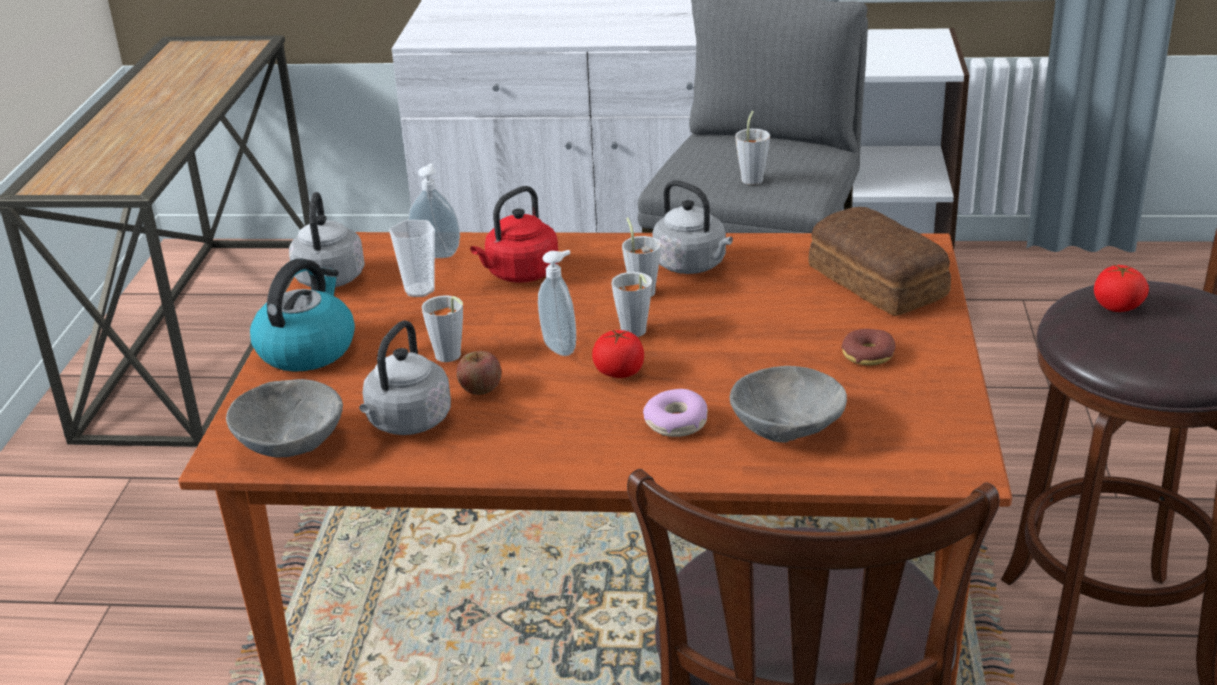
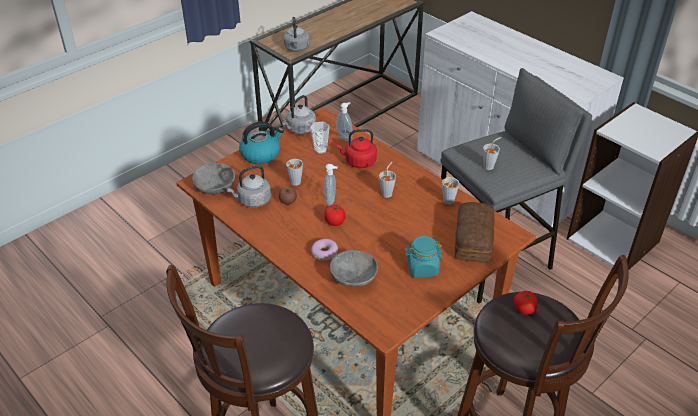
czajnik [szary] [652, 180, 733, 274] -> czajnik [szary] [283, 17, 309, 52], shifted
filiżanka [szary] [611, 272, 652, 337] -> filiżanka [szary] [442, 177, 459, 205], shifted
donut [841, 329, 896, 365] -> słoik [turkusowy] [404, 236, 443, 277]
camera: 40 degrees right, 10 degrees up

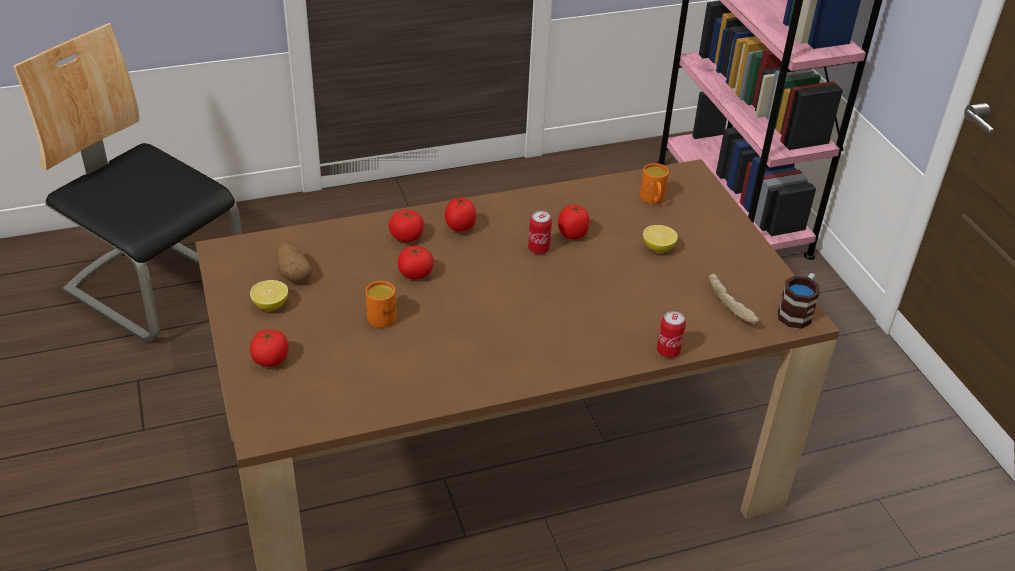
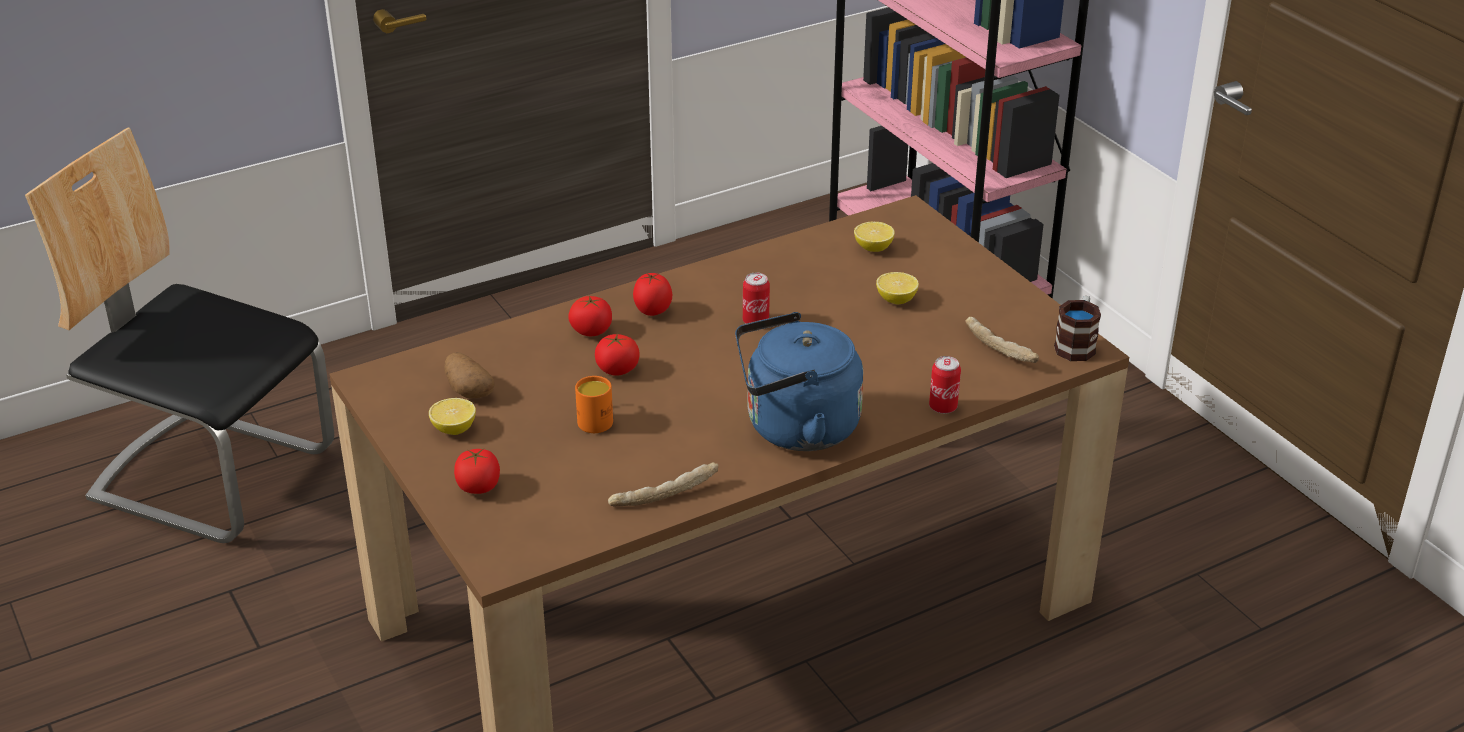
kubek [pomarańczowy] [640, 163, 669, 204] -> cytryna [854, 222, 895, 252]
pomidor [558, 205, 590, 240] -> none
none -> czajnik [niebieski] [735, 312, 864, 451]
none -> chleb [608, 462, 719, 506]
camera: 10 degrees left, 5 degrees down

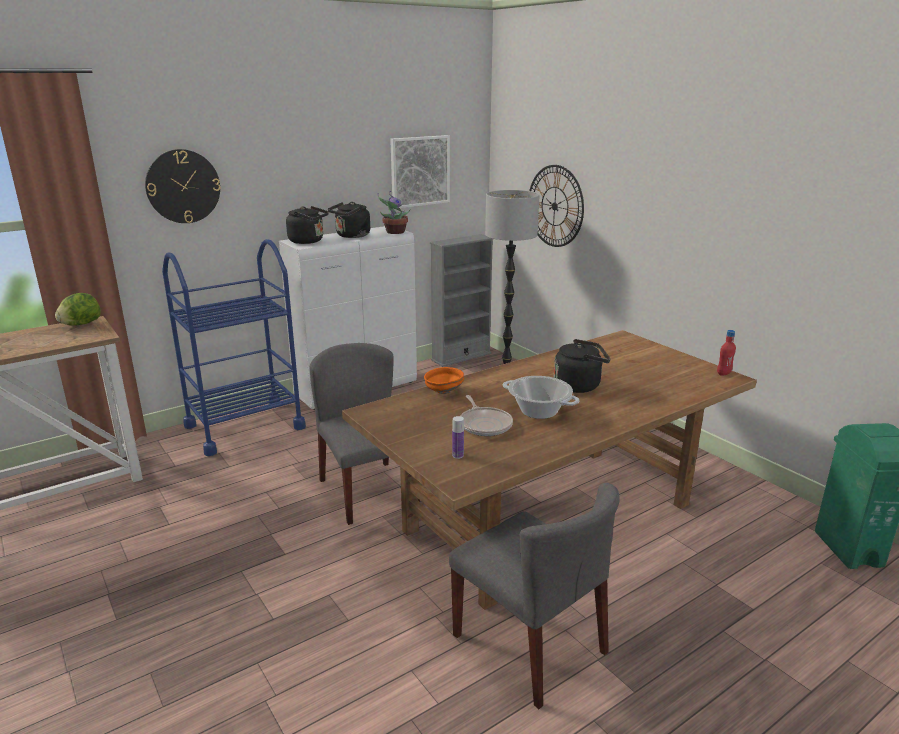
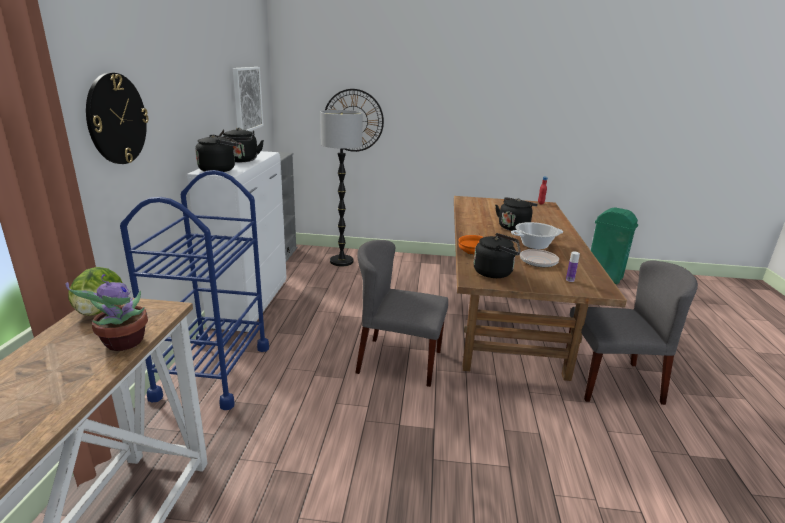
roślina doniczkowa [377, 191, 410, 234] -> roślina doniczkowa [66, 274, 148, 351], shifted
none -> czajnik [czarny] [474, 233, 521, 278]
camera: 50 degrees left, 0 degrees up

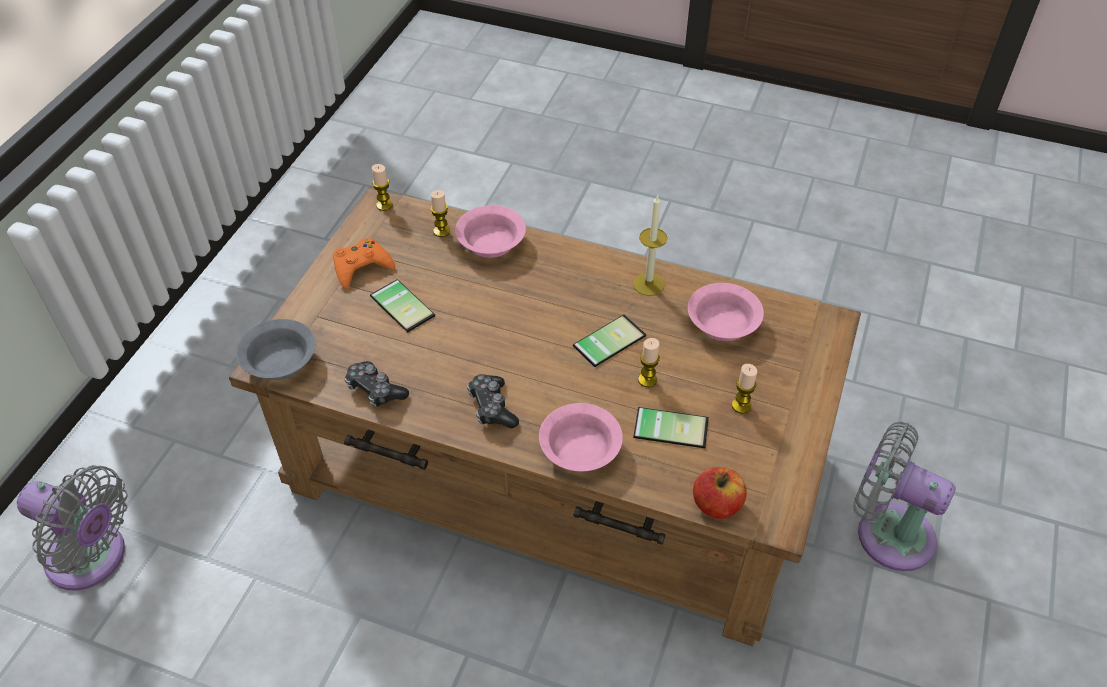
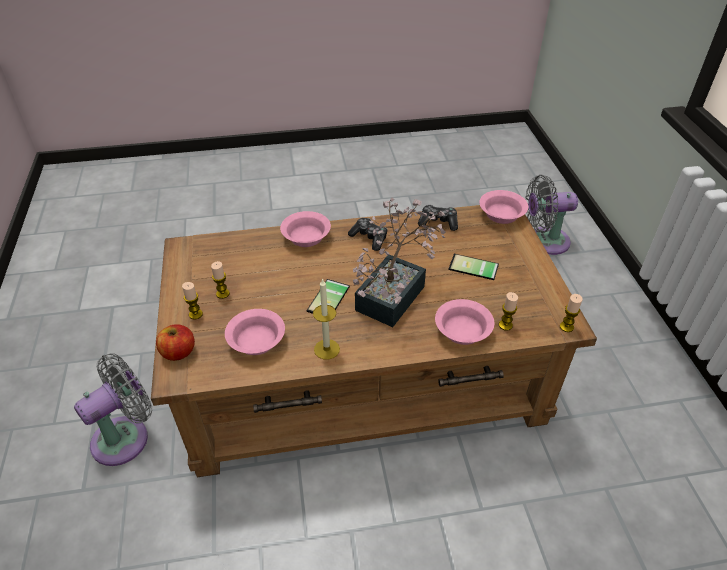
pad do gier [pomarańczowy] [333, 238, 395, 290] -> none
miska [szary] [236, 319, 315, 380] -> miska [różowy] [479, 190, 528, 224]
świeca [638, 338, 660, 387] -> świeca [182, 282, 203, 320], shifted
telefon [633, 407, 709, 448] -> none
wentylator [szary] [853, 422, 956, 571] -> wentylator [szary] [74, 353, 152, 466], 45 degrees counterclockwise
jabłko [693, 467, 747, 519] -> jabłko [156, 324, 195, 361], shifted
none -> roślina doniczkowa [353, 198, 446, 327]
camera: 150 degrees right, 5 degrees down

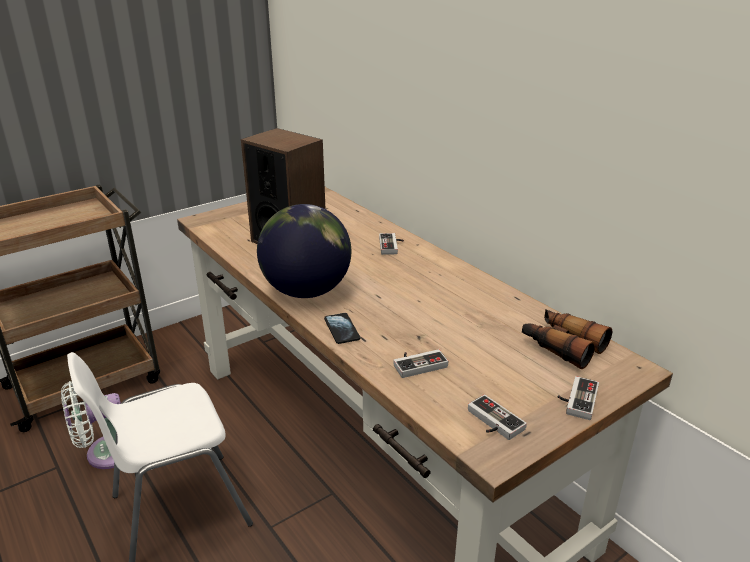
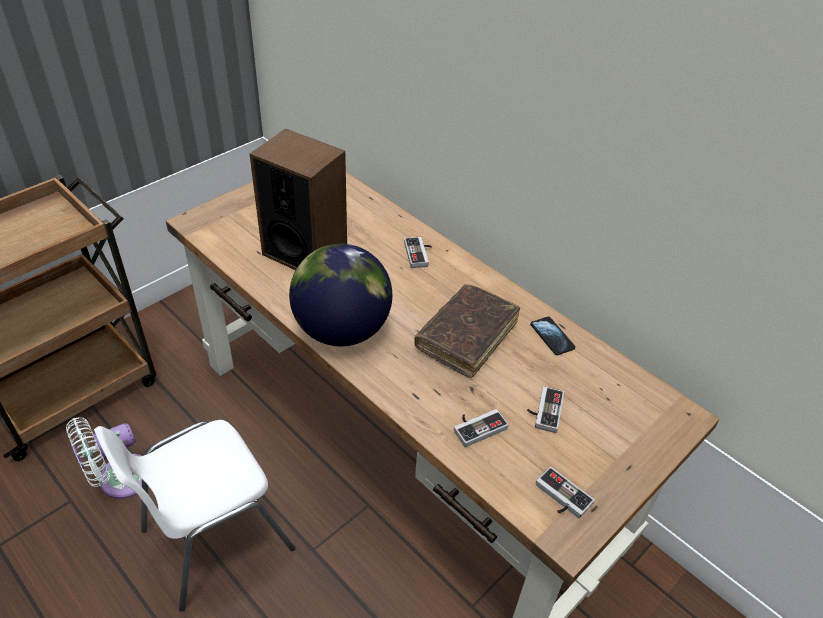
lornetka [522, 309, 612, 369] -> none
telefon [324, 313, 360, 344] -> telefon [530, 316, 575, 355], shifted
pad do gier [558, 376, 599, 420] -> pad do gier [527, 386, 564, 433], shifted
none -> książka [brązowy] [414, 284, 521, 378]
camera: 10 degrees left, 15 degrees up

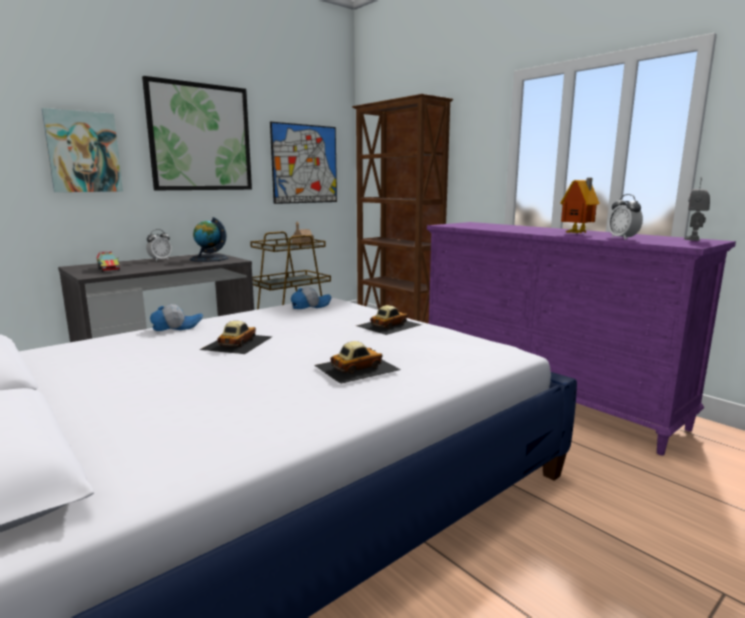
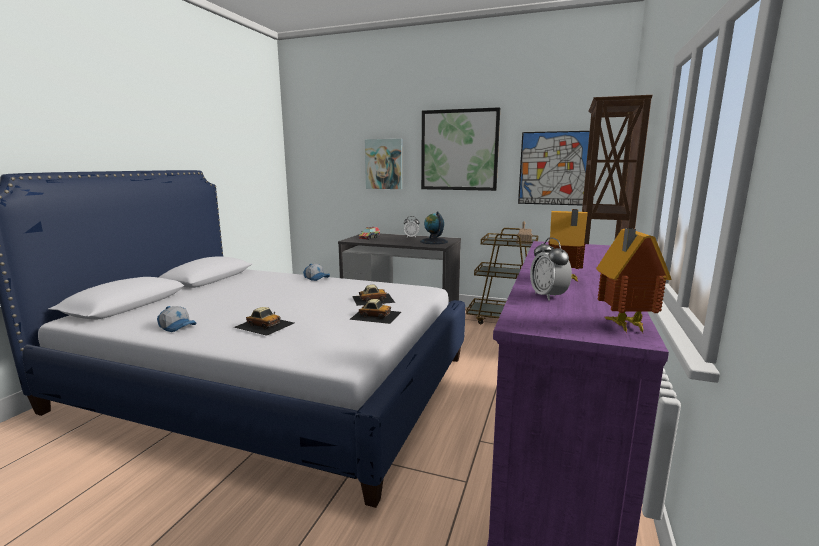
robot zabawkowy [684, 177, 710, 241] -> domek [596, 228, 672, 333]
budzik [608, 194, 643, 240] -> budzik [530, 238, 572, 301], 60 degrees counterclockwise
czapka z daszkiem [291, 286, 331, 309] -> czapka z daszkiem [157, 306, 197, 332], shifted
samochodzik [199, 321, 272, 354] -> samochodzik [352, 285, 395, 306], shifted
camera: 60 degrees right, 0 degrees up

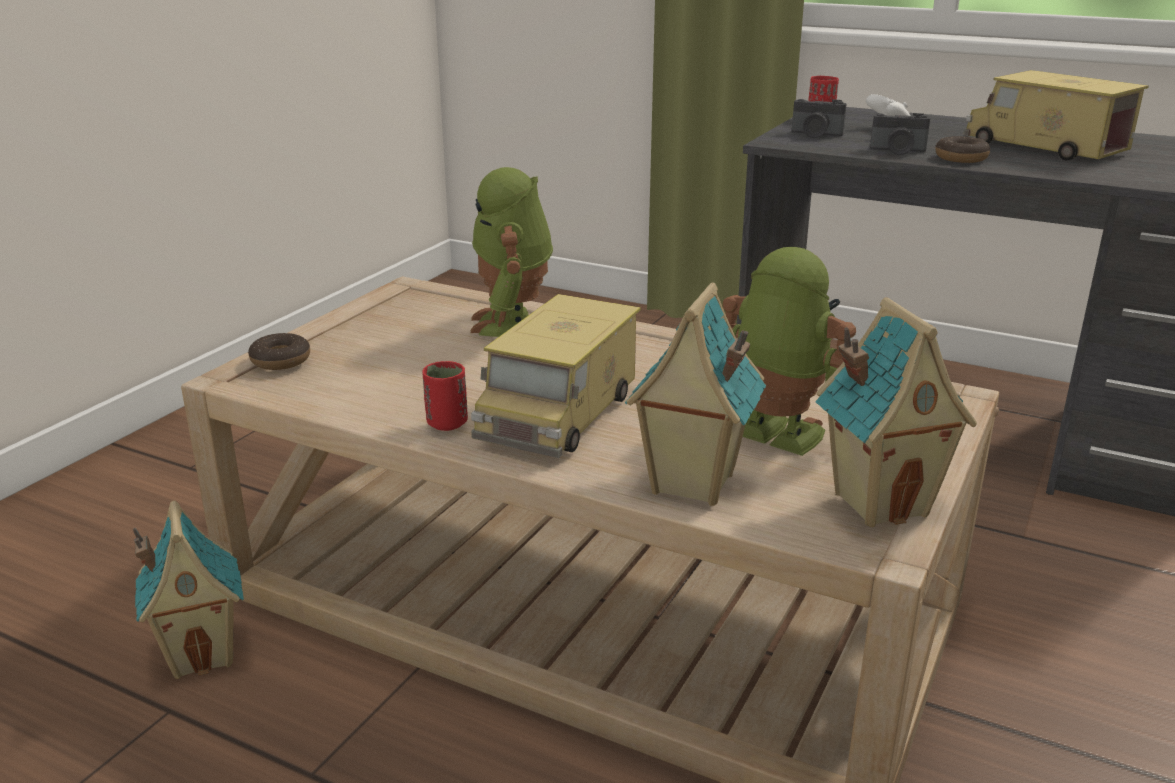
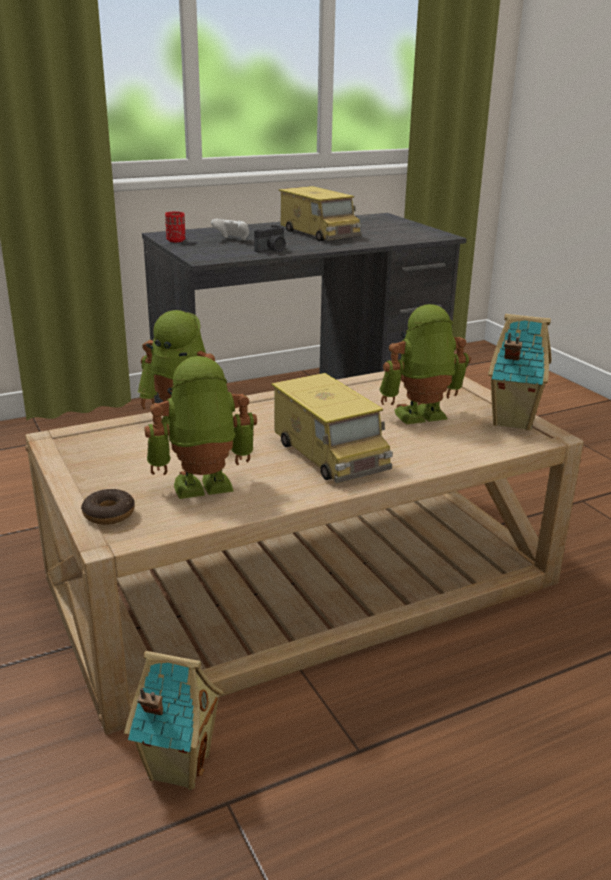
ciężarówka zabawkowa [963, 70, 1149, 161] -> ciężarówka zabawkowa [279, 186, 361, 241], 120 degrees counterclockwise
aparat fotograficzny [792, 99, 847, 138] -> none
donut [935, 136, 990, 163] -> none
domek [625, 282, 766, 506] -> none
filiżanka [czerwony] [422, 361, 468, 431] -> none
none -> robot zabawkowy [145, 356, 257, 499]
camera: 55 degrees left, 0 degrees up

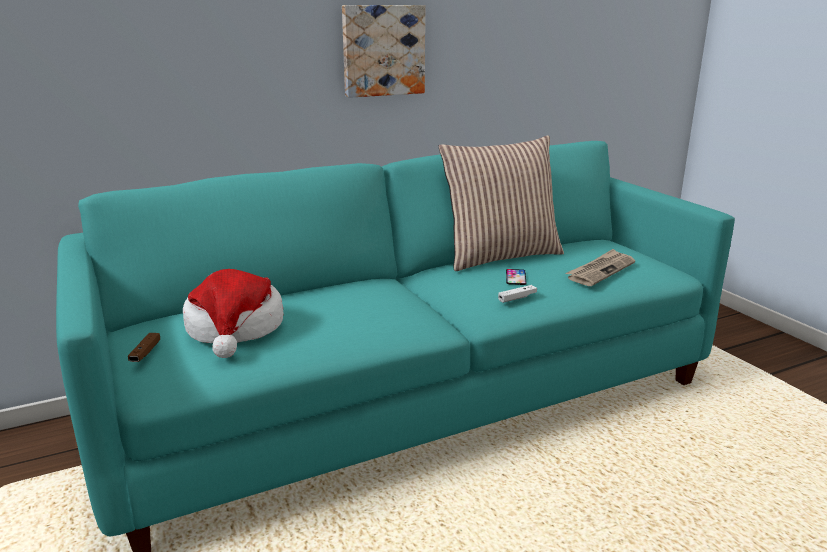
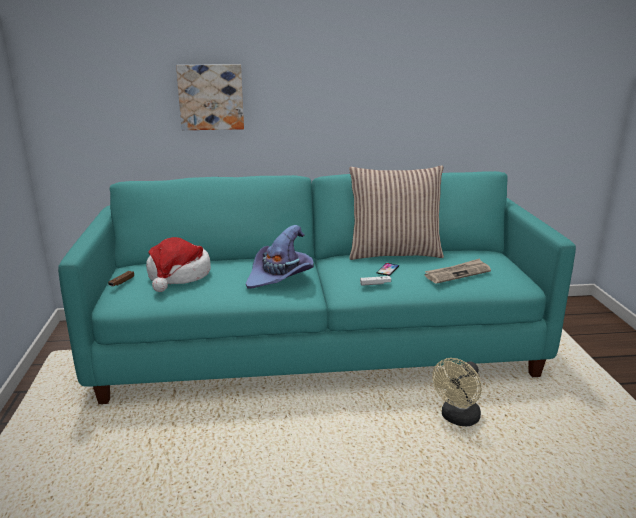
obraz [342, 5, 425, 98] -> obraz [176, 64, 244, 130], shifted
none -> kapelusz [fioletowy] [246, 225, 314, 289]
none -> wentylator [beżowy] [432, 358, 482, 426]
camera: 20 degrees right, 0 degrees up

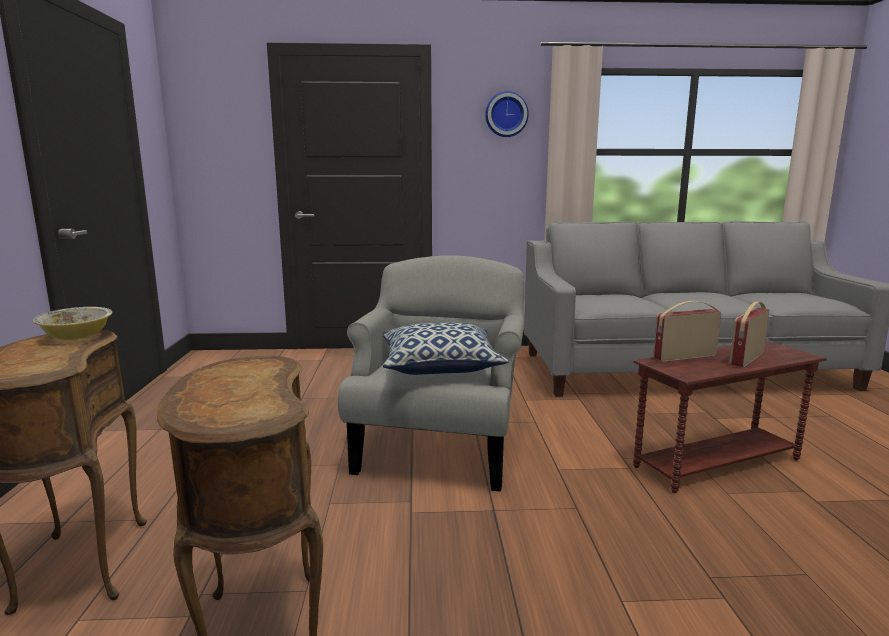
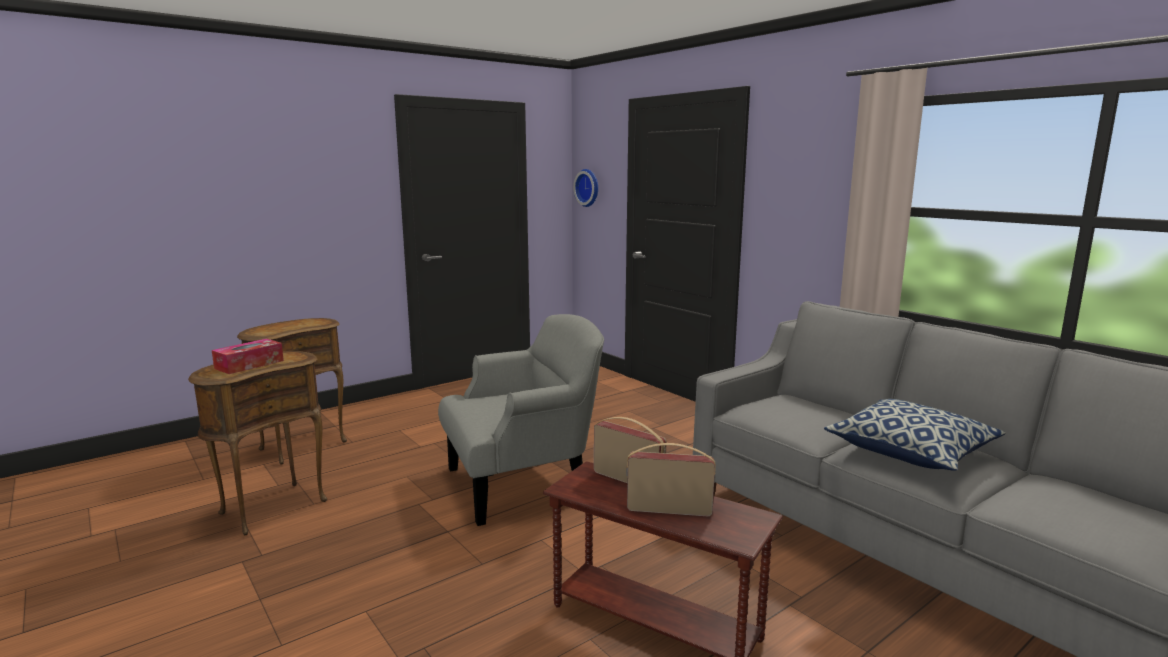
zegar ścienny [485, 91, 529, 137] -> zegar ścienny [573, 169, 598, 207], shifted
miska [33, 307, 112, 340] -> none
poduszka [383, 322, 509, 375] -> poduszka [824, 399, 1005, 471], shifted
none -> pudełko chusteczek [212, 339, 284, 374]
camera: 55 degrees right, 0 degrees up

